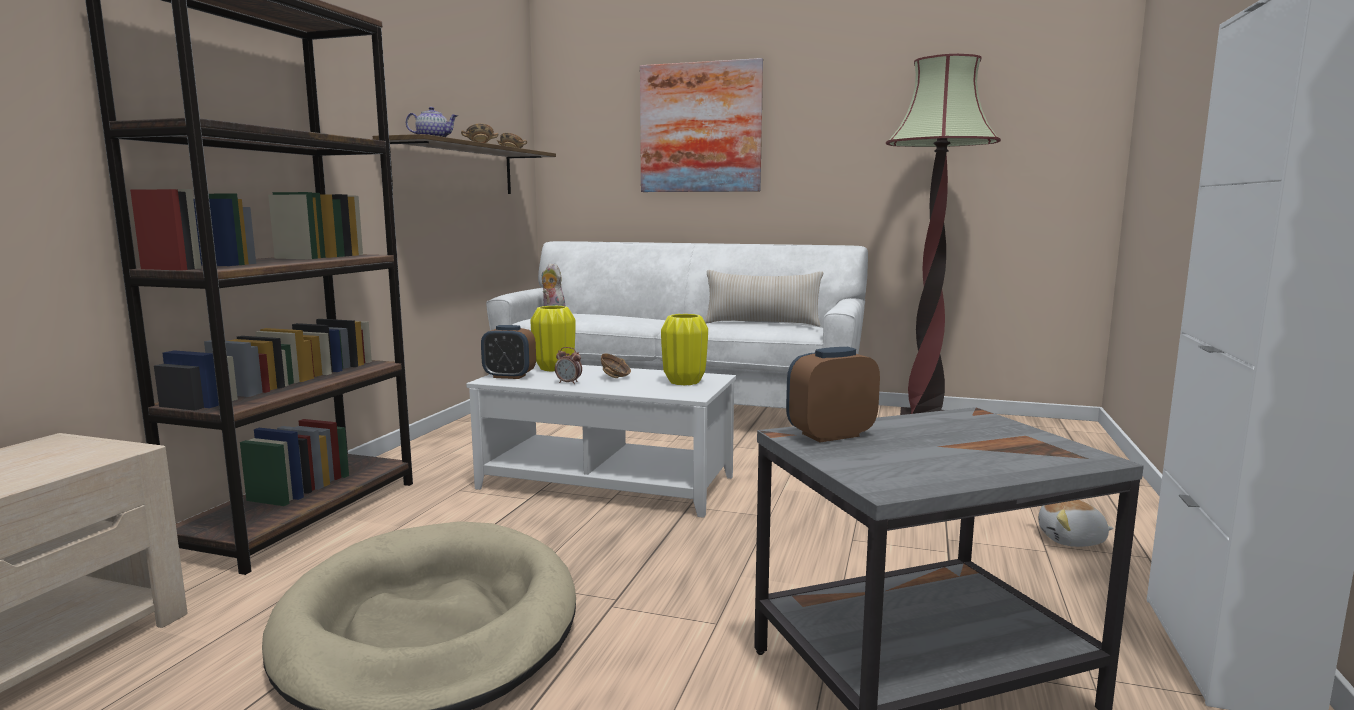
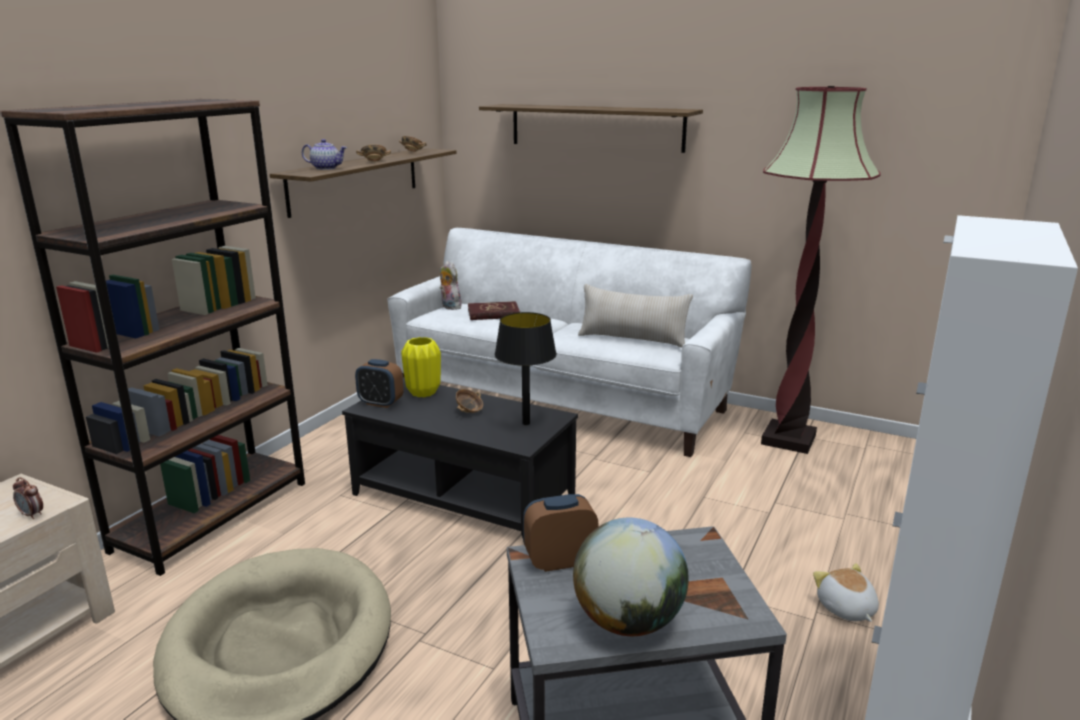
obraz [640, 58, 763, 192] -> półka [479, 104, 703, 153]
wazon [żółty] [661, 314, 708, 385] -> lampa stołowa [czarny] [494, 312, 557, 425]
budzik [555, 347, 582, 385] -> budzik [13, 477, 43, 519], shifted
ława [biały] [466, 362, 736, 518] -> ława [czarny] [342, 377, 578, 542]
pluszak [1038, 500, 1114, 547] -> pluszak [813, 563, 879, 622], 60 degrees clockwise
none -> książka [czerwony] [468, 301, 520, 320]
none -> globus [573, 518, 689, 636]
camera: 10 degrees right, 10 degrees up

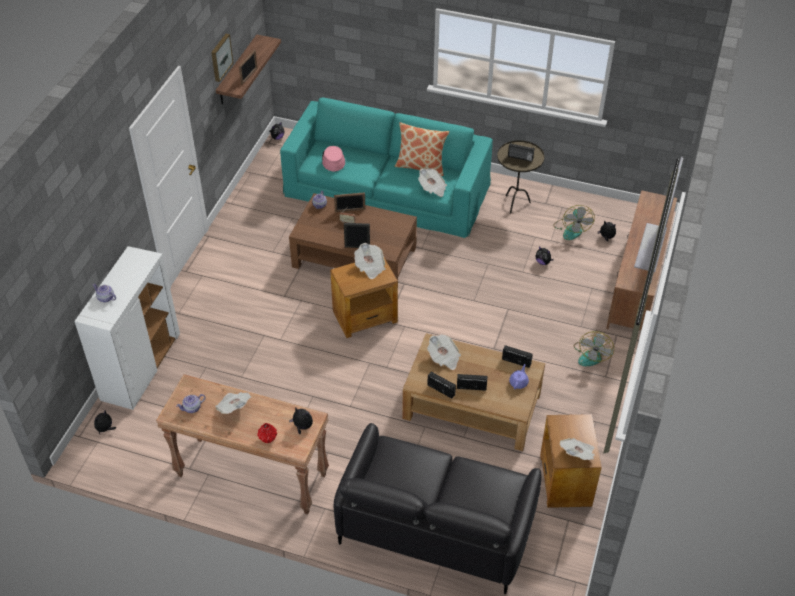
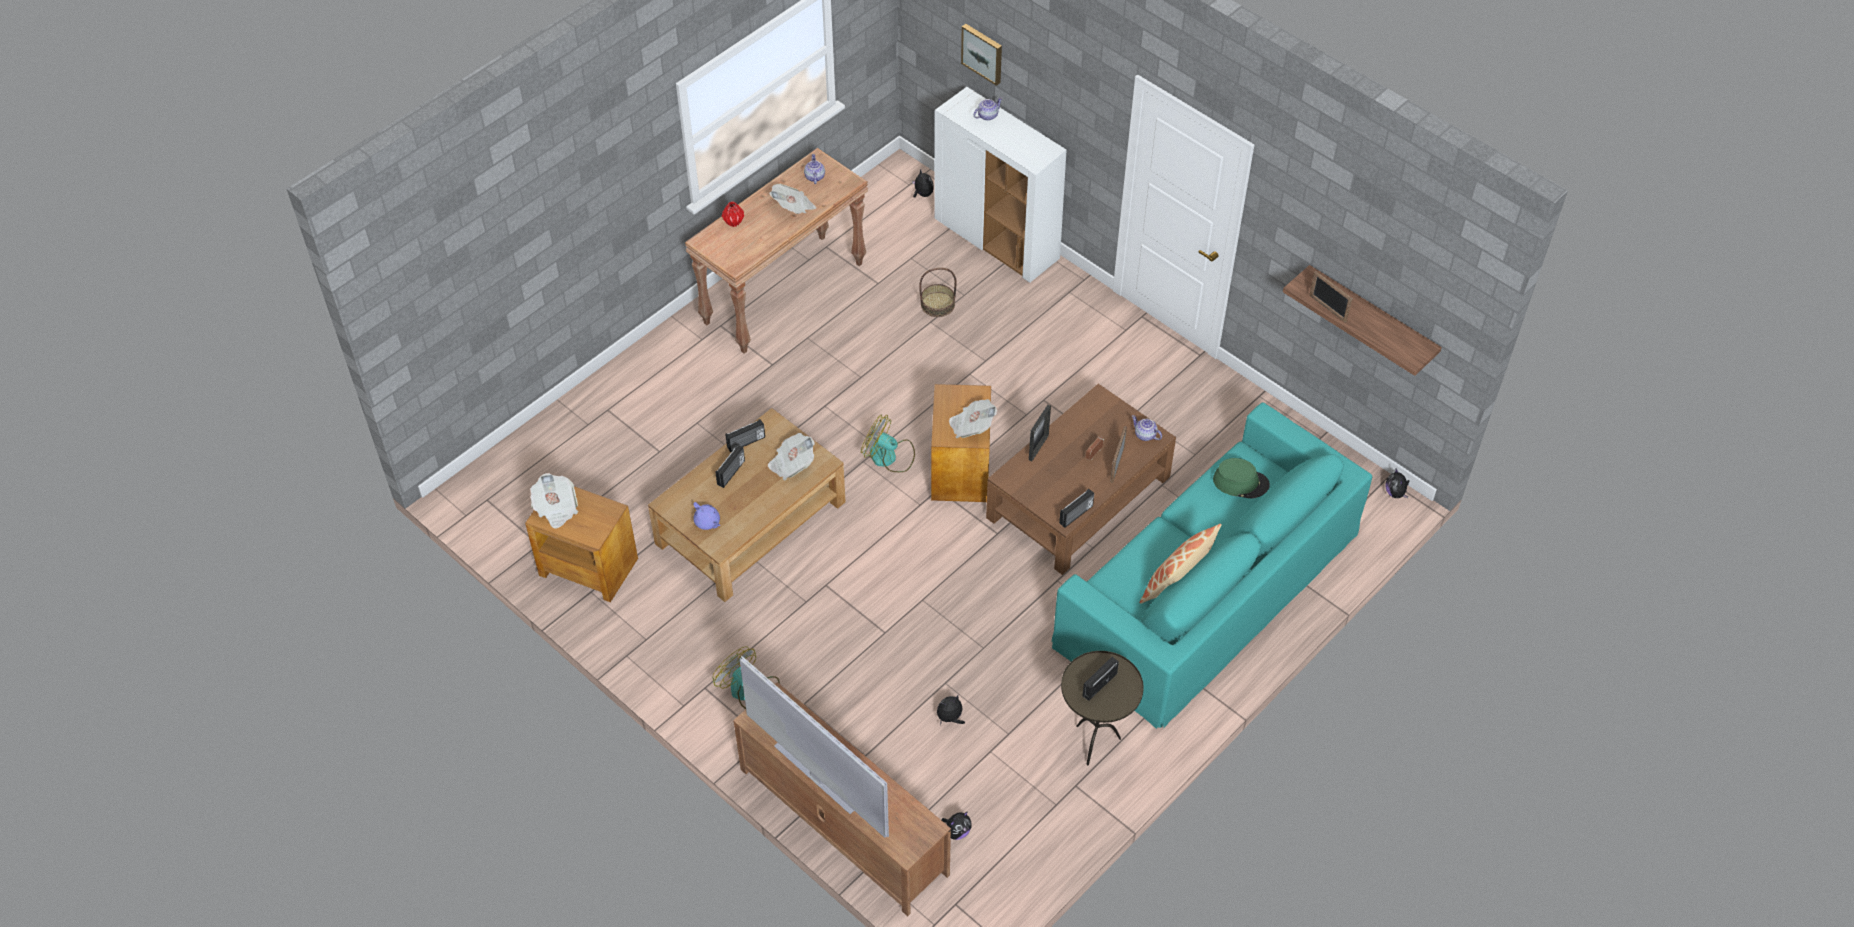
obraz [211, 34, 234, 82] -> obraz [961, 24, 1002, 86], shifted
kapelusz [różowy] [322, 146, 345, 172] -> kapelusz [zielony] [1213, 458, 1270, 499]
gazeta [418, 168, 447, 197] -> none
wentylator [553, 205, 595, 240] -> wentylator [861, 415, 915, 472], shifted
radio [502, 345, 533, 368] -> radio [1059, 489, 1094, 528], shifted
pluszak [289, 407, 313, 434] -> none
kanapa [czarny] [334, 423, 541, 594] -> none
none -> koszyk [919, 268, 957, 317]
camera: 115 degrees right, 5 degrees up

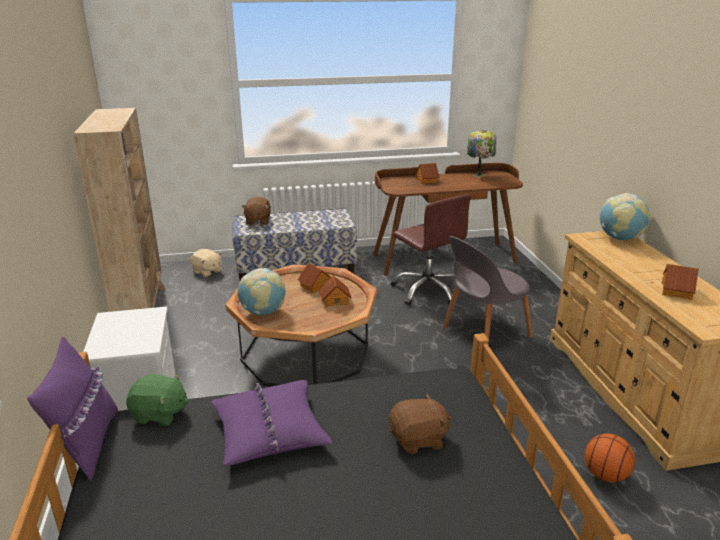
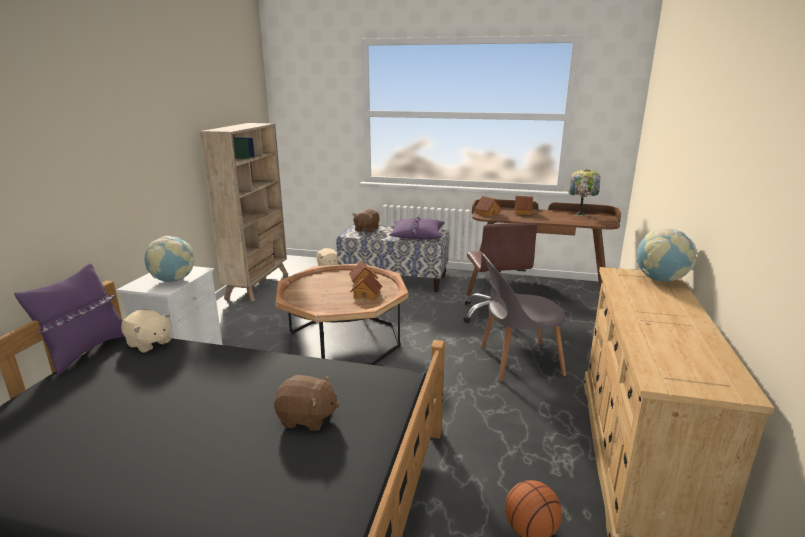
domek [662, 264, 699, 300] -> domek [474, 196, 501, 217], shifted
globus [237, 268, 286, 315] -> globus [145, 236, 195, 282], shifted
pluszak [zielony] [126, 374, 189, 426] -> pluszak [beżowy] [121, 310, 171, 353]
poduszka [fioletowy] [211, 380, 333, 466] -> poduszka [fioletowy] [389, 215, 444, 239], shifted
camera: 25 degrees right, 5 degrees down

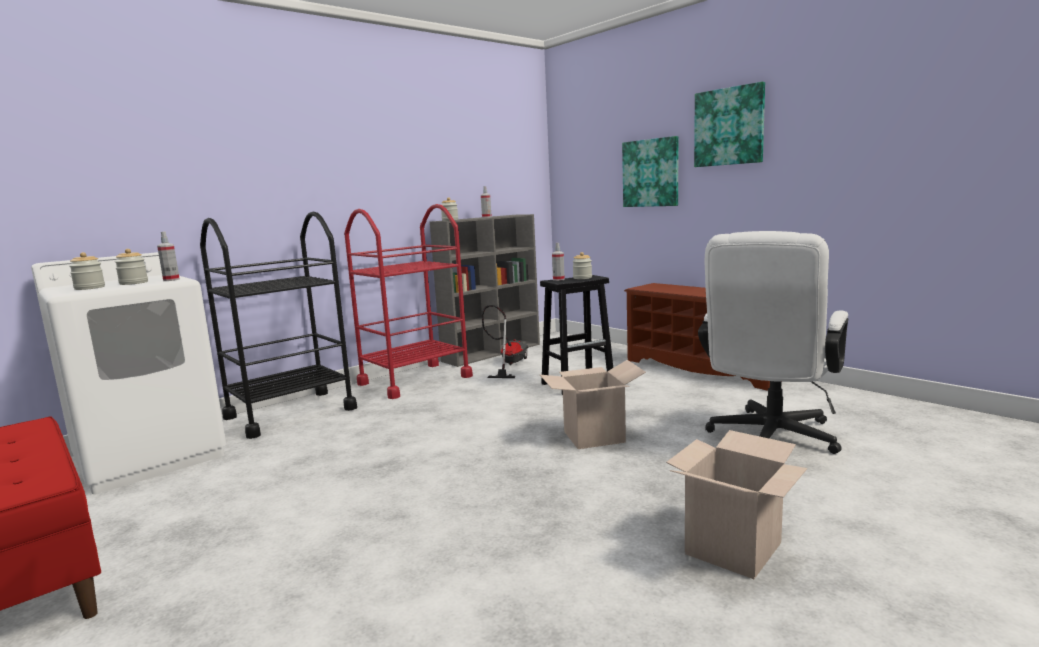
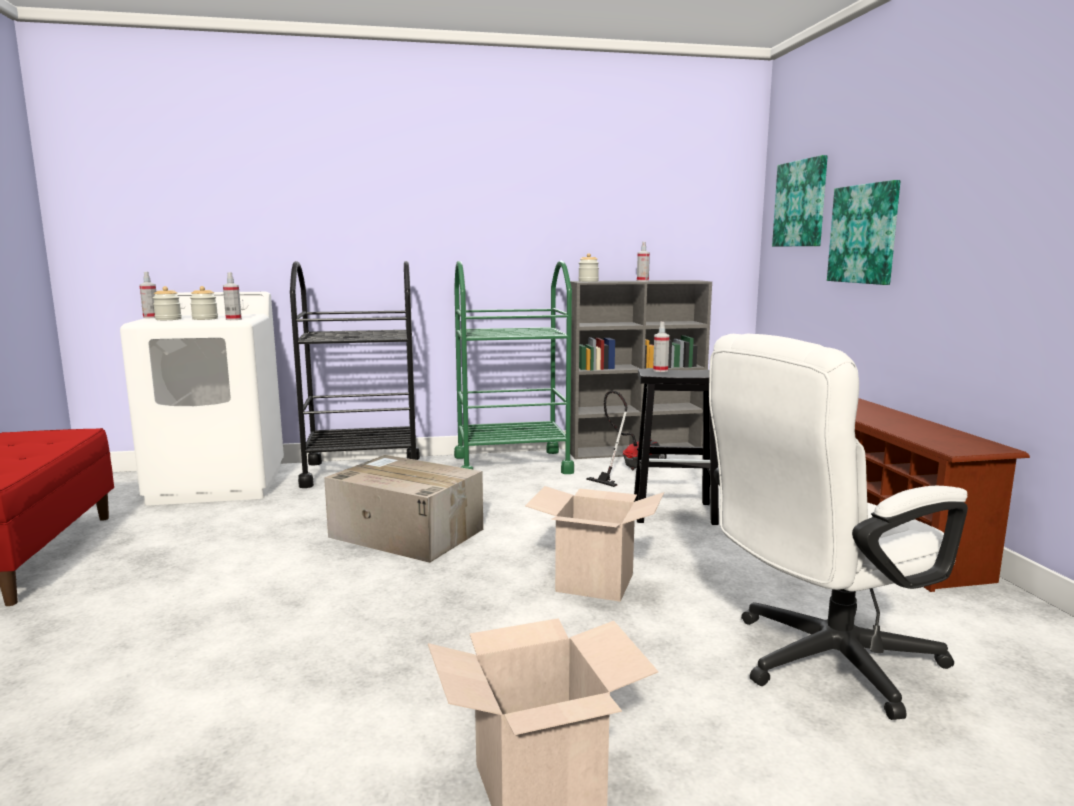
obraz [694, 82, 765, 167] -> obraz [772, 155, 828, 247], shifted
wózek [czerwony] [344, 204, 473, 399] -> wózek [zielony] [454, 261, 574, 474]
słoik [572, 252, 592, 279] -> none
none -> spryskiwacz [139, 272, 156, 318]
none -> karton [324, 455, 483, 563]
camera: 30 degrees right, 0 degrees up

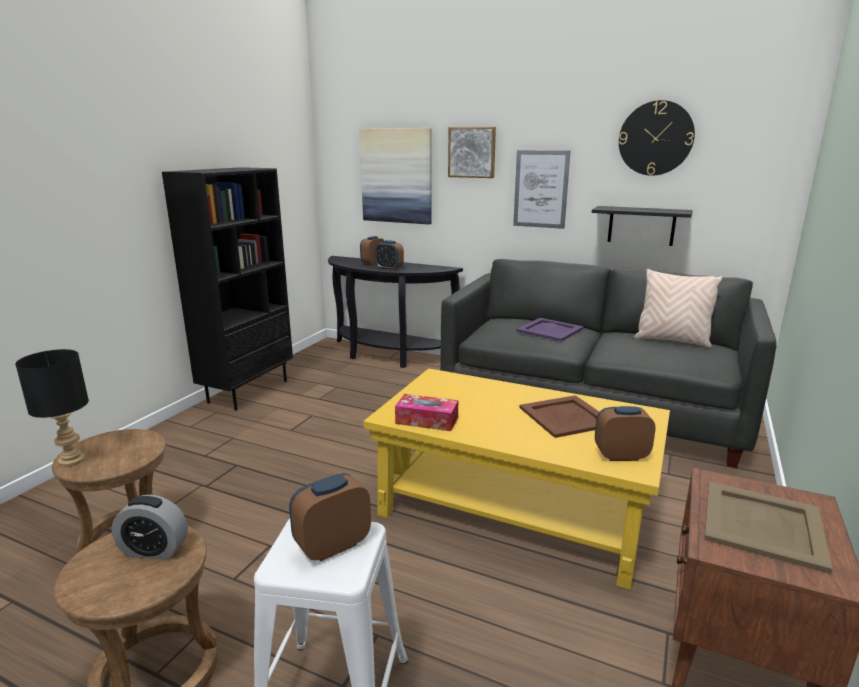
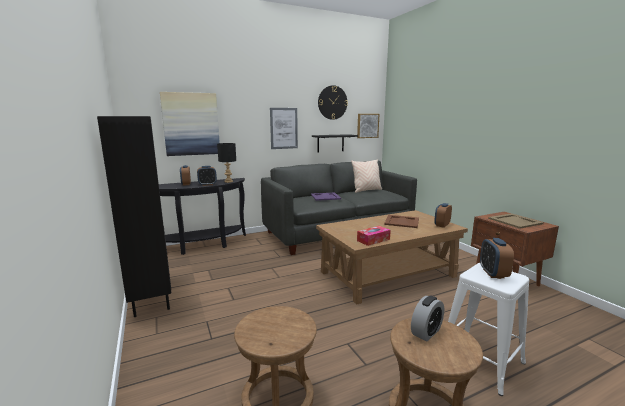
obraz [448, 127, 496, 178] -> obraz [357, 114, 379, 138], shifted
lampa stołowa [czarny] [15, 349, 89, 467] -> lampa stołowa [czarny] [217, 143, 236, 183], shifted
ława [żółty] [363, 368, 670, 590] -> ława [brązowy] [316, 210, 468, 305]
camera: 50 degrees left, 5 degrees down

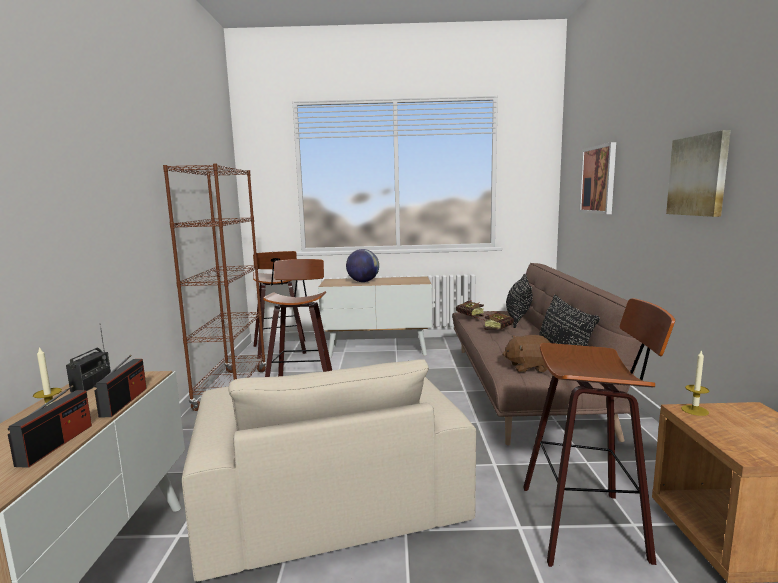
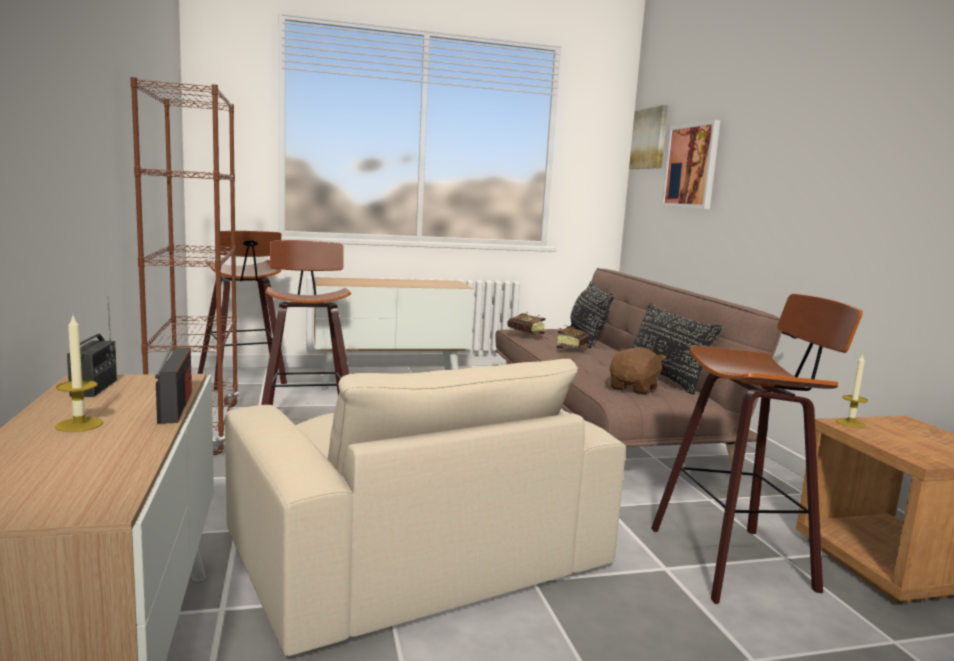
obraz [666, 130, 731, 217] -> obraz [629, 105, 668, 169], shifted
globus [346, 249, 379, 282] -> none
pluszak [brązowy] [503, 335, 550, 372] -> pluszak [brązowy] [610, 347, 666, 395], 135 degrees clockwise
radio [8, 385, 92, 468] -> none
camera: 15 degrees left, 0 degrees up

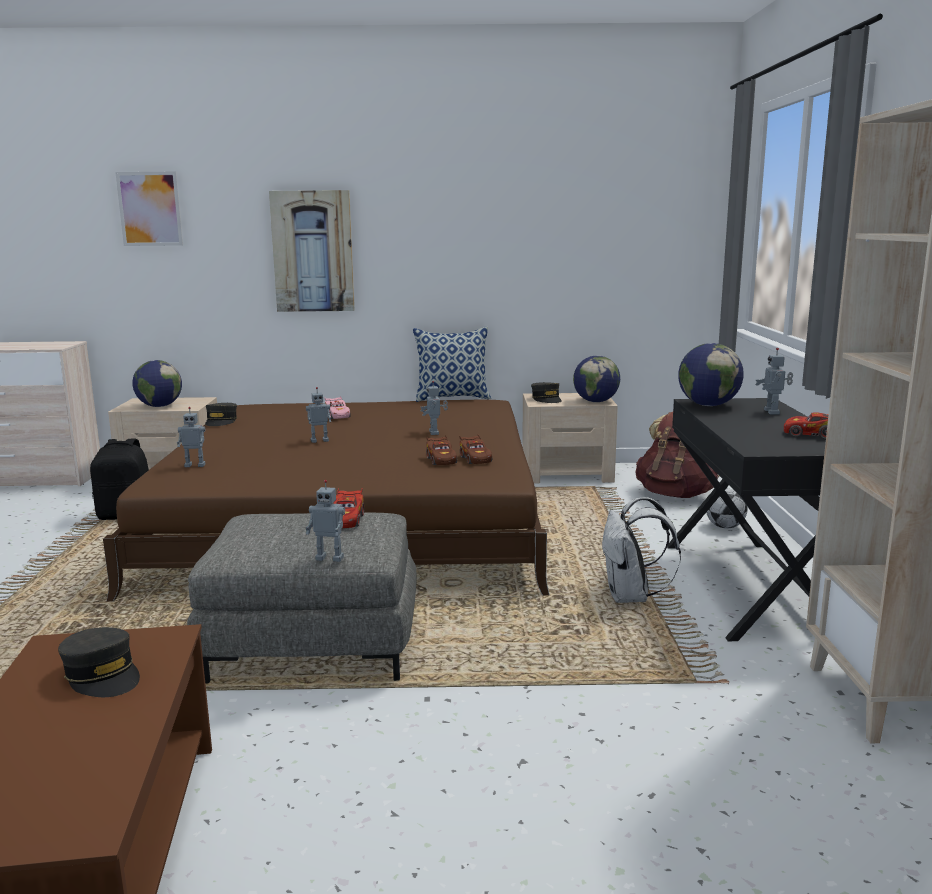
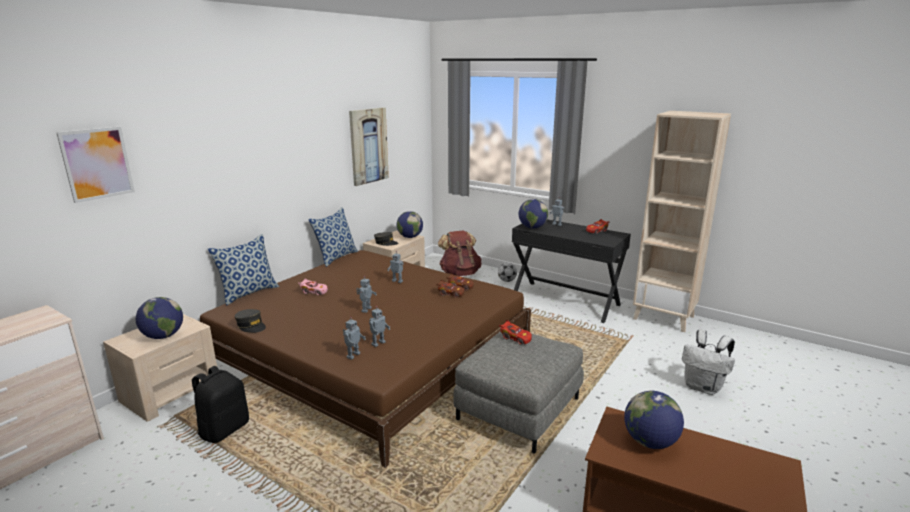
obraz [269, 190, 355, 312] -> obraz [349, 108, 389, 186], shifted
robot zabawkowy [306, 480, 345, 562] -> robot zabawkowy [369, 306, 390, 347], shifted
plecak [biały] [602, 497, 681, 603] -> plecak [biały] [682, 330, 735, 395], shifted
czapka z daszkiem [szary] [58, 627, 140, 697] -> globus [624, 391, 684, 449]
none -> poduszka [208, 234, 279, 305]
camera: 55 degrees left, 5 degrees up

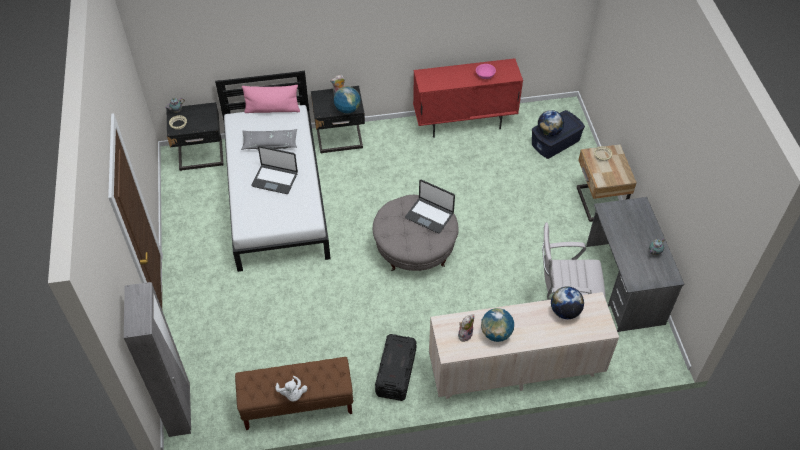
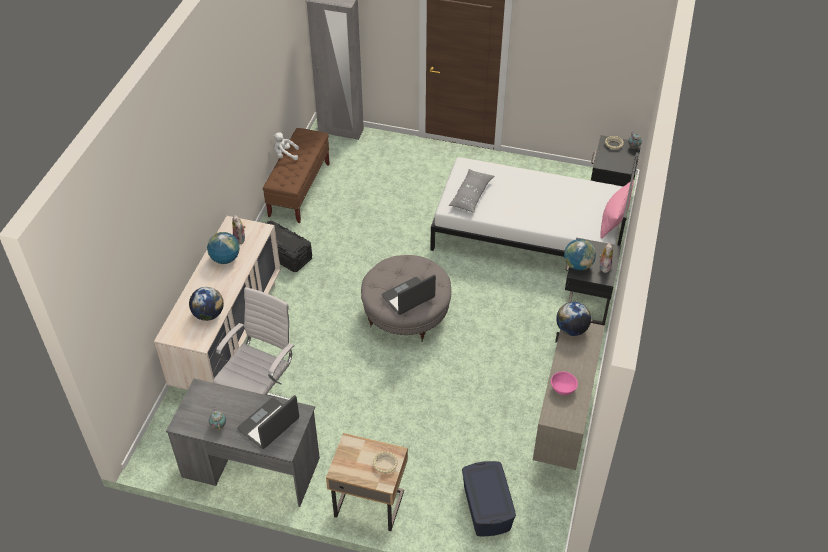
szafka [czerwony] [413, 58, 523, 138] -> szafka [beżowy] [533, 323, 605, 470]
globus [538, 110, 564, 137] -> globus [556, 302, 591, 336], shifted
poduszka [szary] [241, 129, 297, 150] -> poduszka [szary] [449, 169, 494, 213], shifted
laptop [252, 146, 298, 194] -> laptop [237, 395, 299, 449], shifted
camera: 115 degrees right, 5 degrees down

